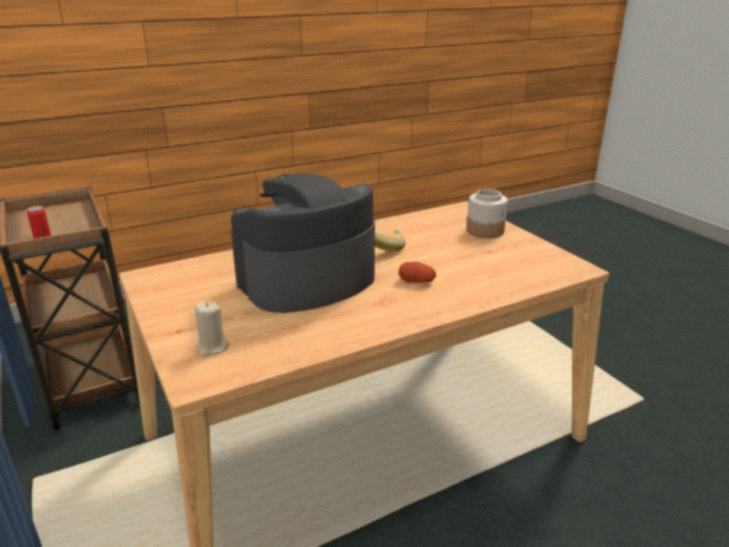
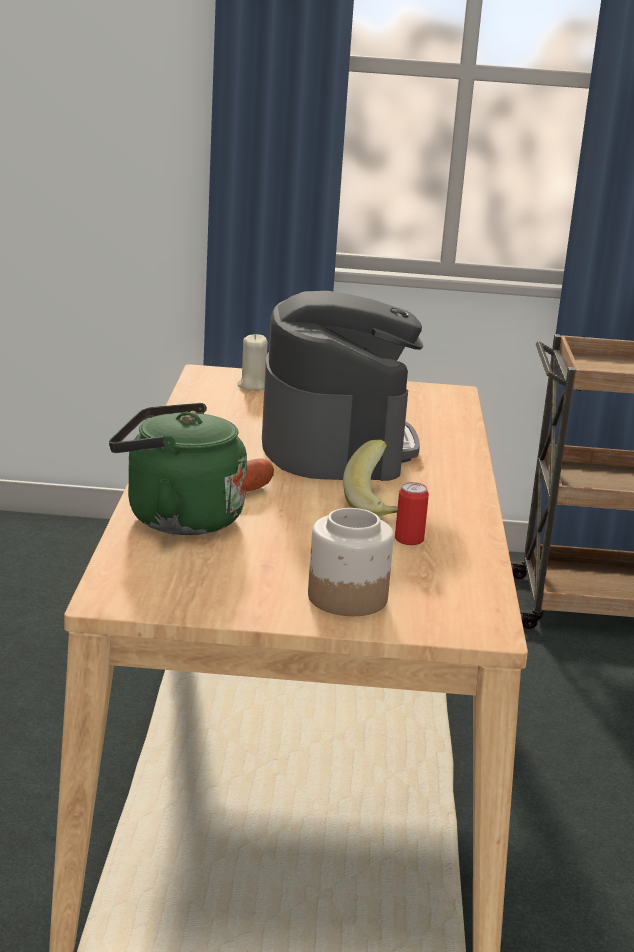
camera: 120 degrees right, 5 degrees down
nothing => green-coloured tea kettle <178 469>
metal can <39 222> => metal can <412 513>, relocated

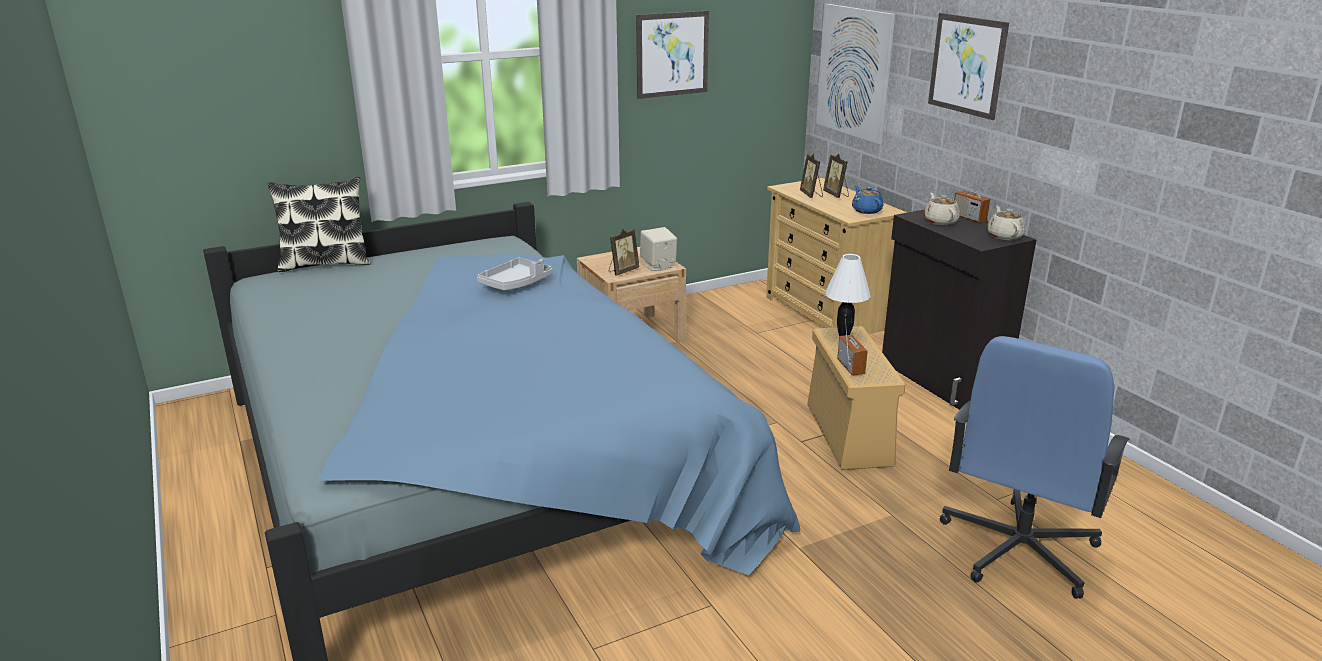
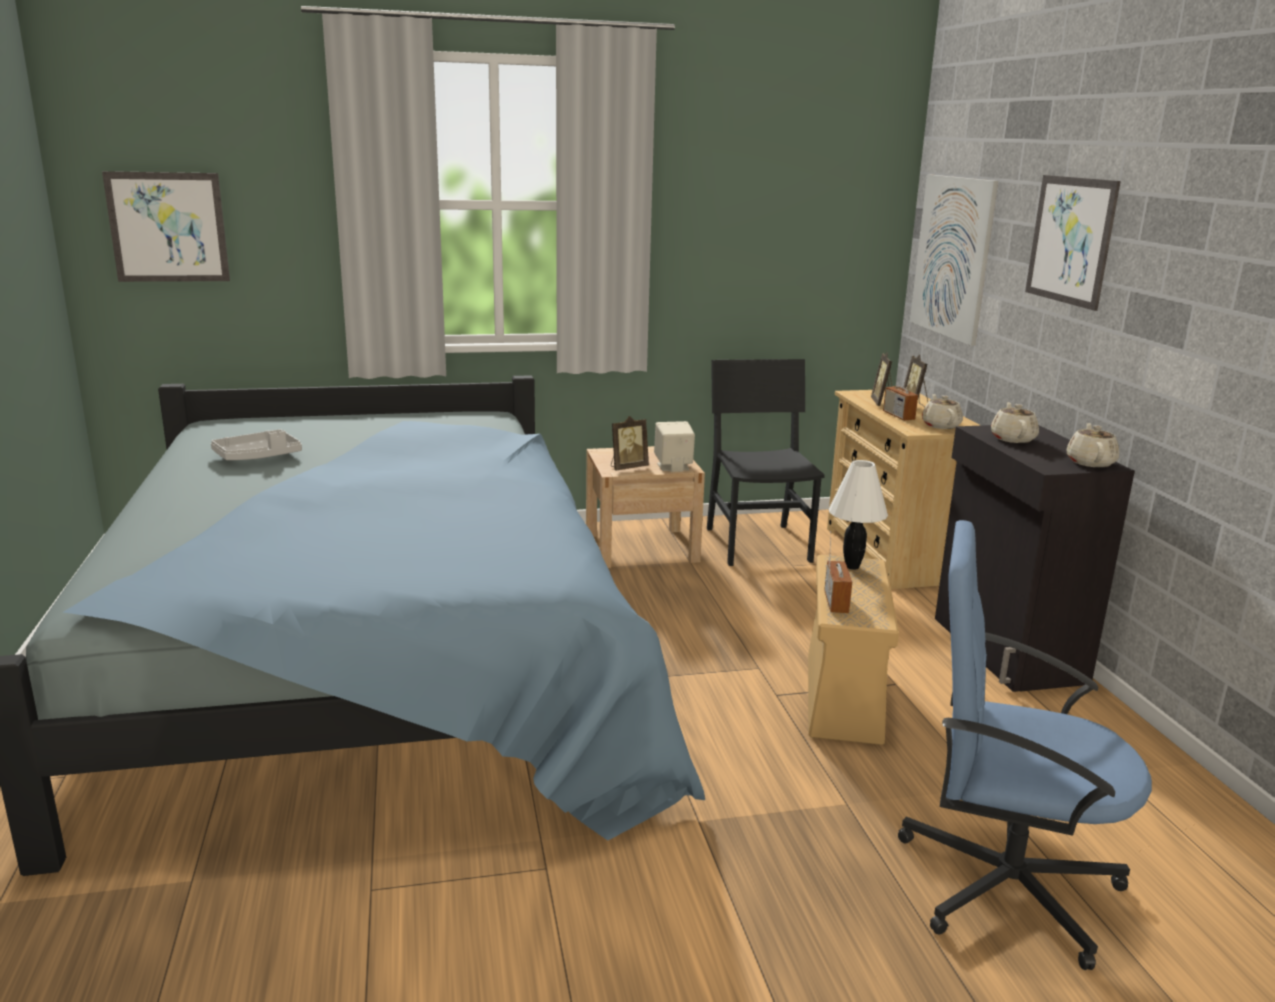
camera: 15 degrees right, 5 degrees down
throw pillow <319 224> => nothing
nothing => black chair <766 462>
grey carrying tray <514 274> => grey carrying tray <256 444>, relocated
wall art <672 55> => wall art <166 226>, relocated
radio <972 196> => radio <900 392>, relocated
bluish teapot <867 199> => beige-coloured teapot <942 411>
bluish office chair <1035 467> => bluish office chair <1025 745>, 60 degrees clockwise

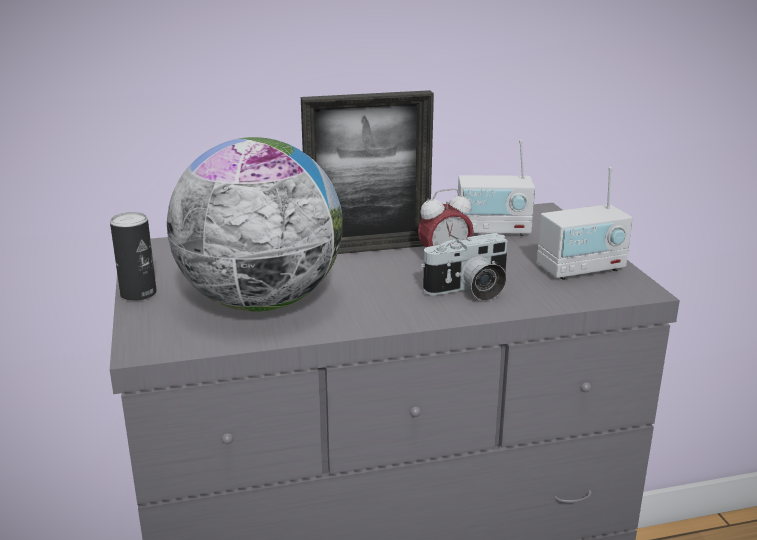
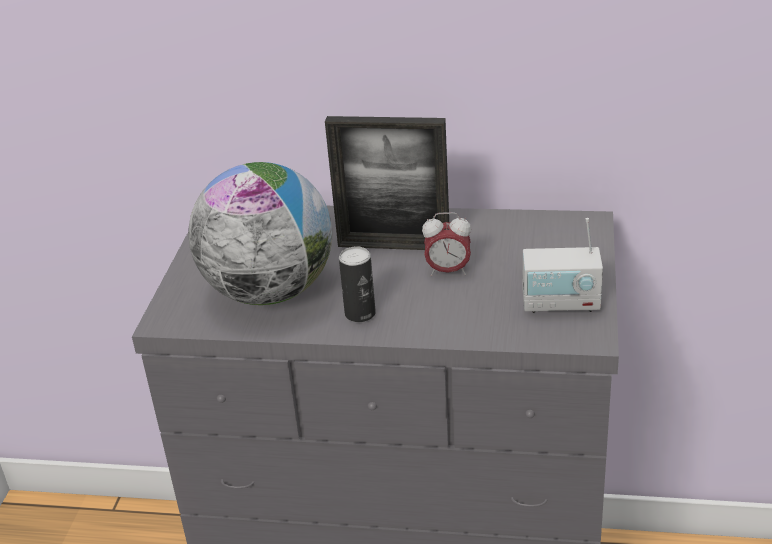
camera: 25 degrees right, 10 degrees up
photo camera <464 267> => nothing
radio <496 188> => nothing
metal can <133 256> => metal can <357 284>, relocated

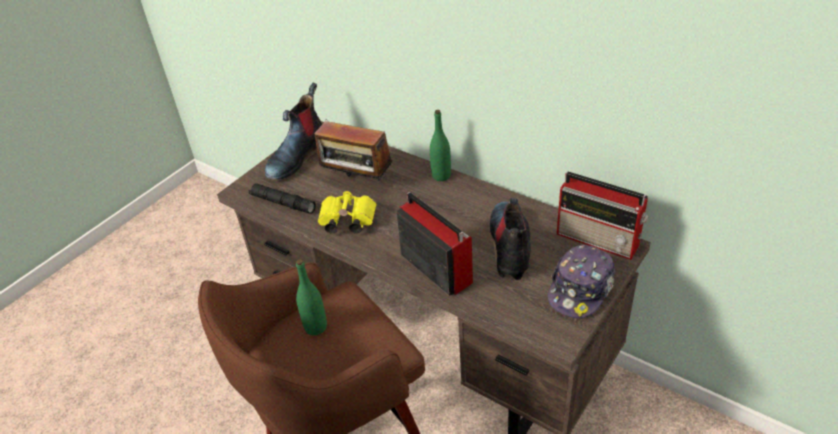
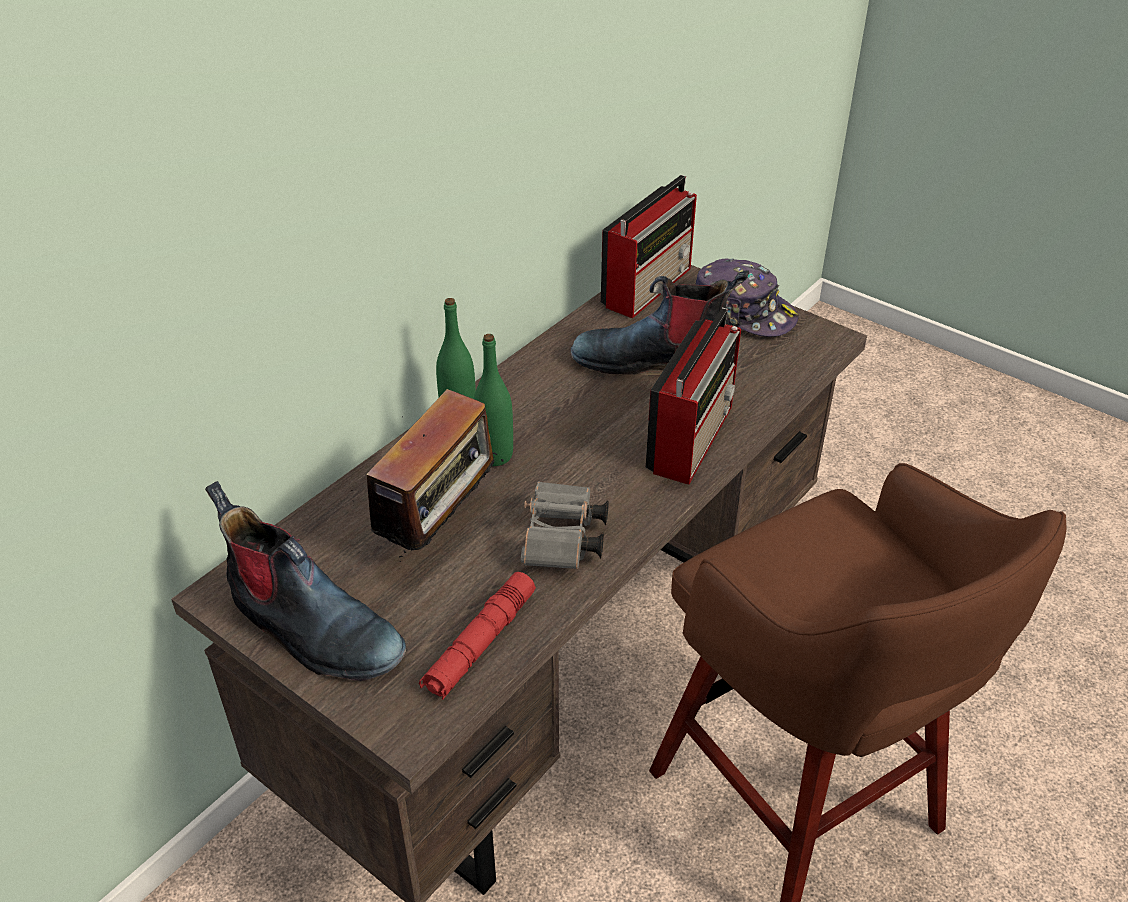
camera: 90 degrees left, 0 degrees up
green-coloured bottle <311 297> => green-coloured bottle <493 400>, relocated
black hand torch <282 198> => red-coloured hand torch <477 636>
yellow binoculars <347 212> => grey binoculars <565 525>
radio <434 244> => radio <693 396>, 150 degrees clockwise

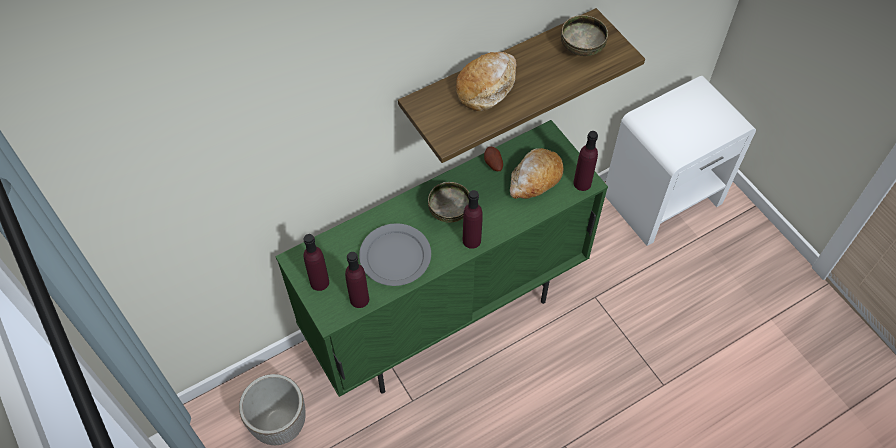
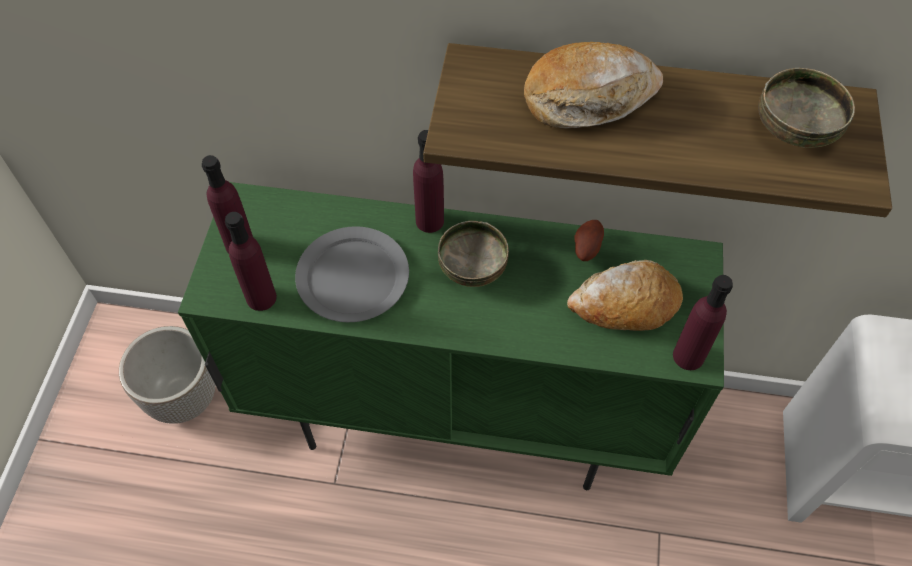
camera: 40 degrees right, 0 degrees up
purplish bottle <473 219> => purplish bottle <428 181>, relocated

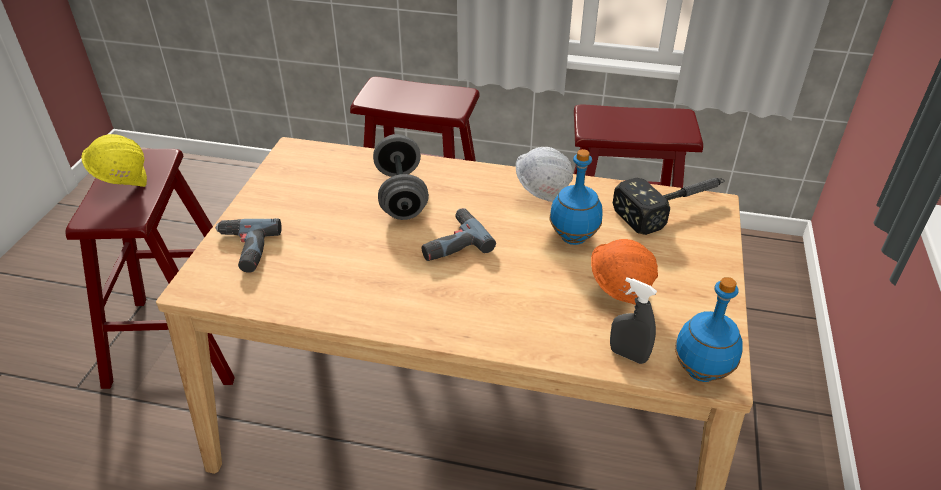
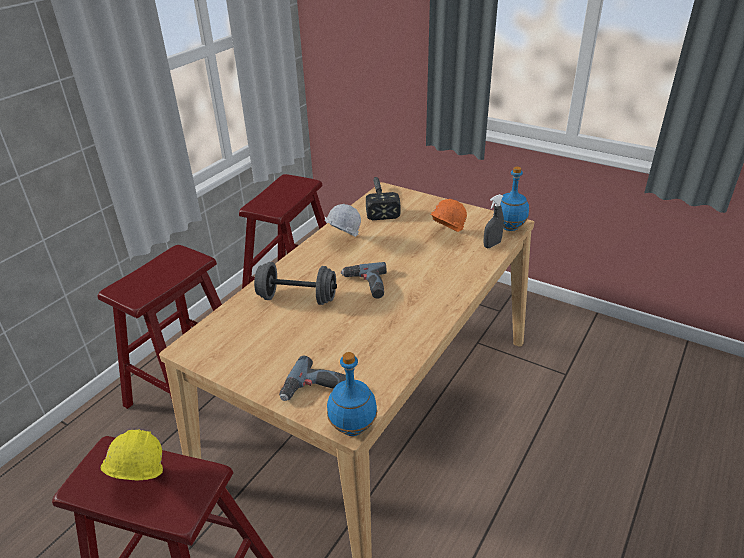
camera: 70 degrees left, 5 degrees down
bluish bottle <575 197> => bluish bottle <352 394>, relocated

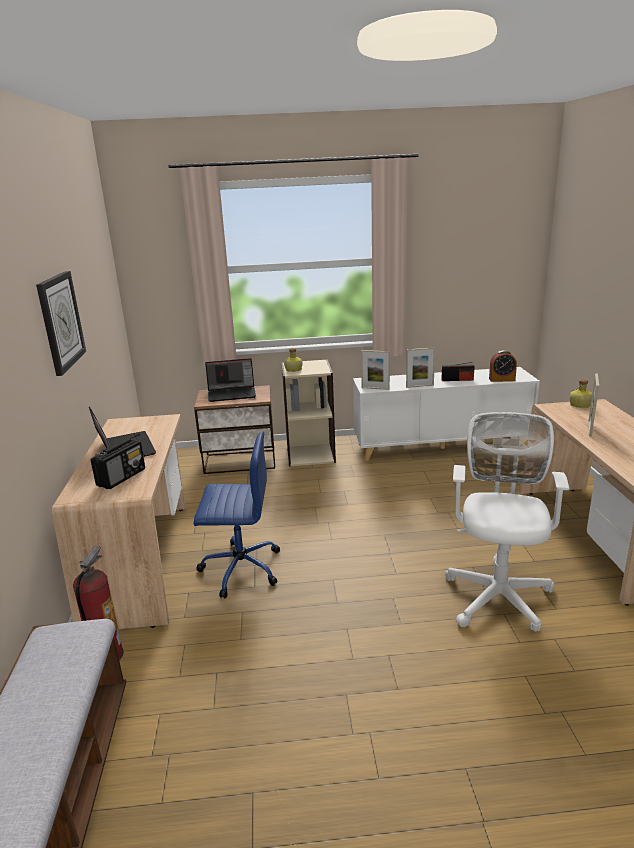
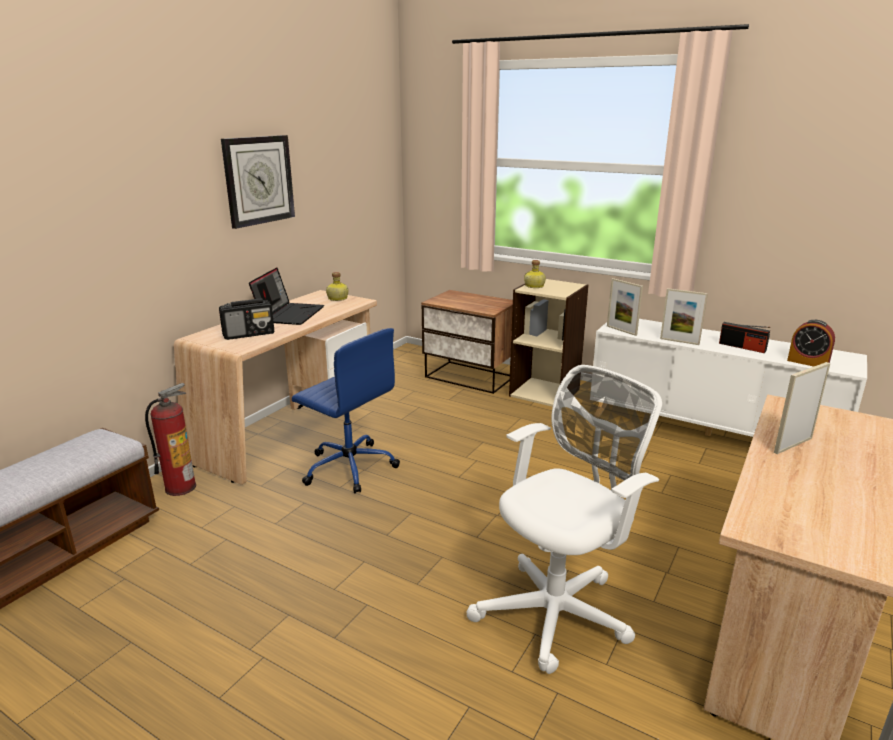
camera: 35 degrees right, 0 degrees up
portable computer <230 380> => nothing
bottle <580 393> => bottle <337 286>, relocated

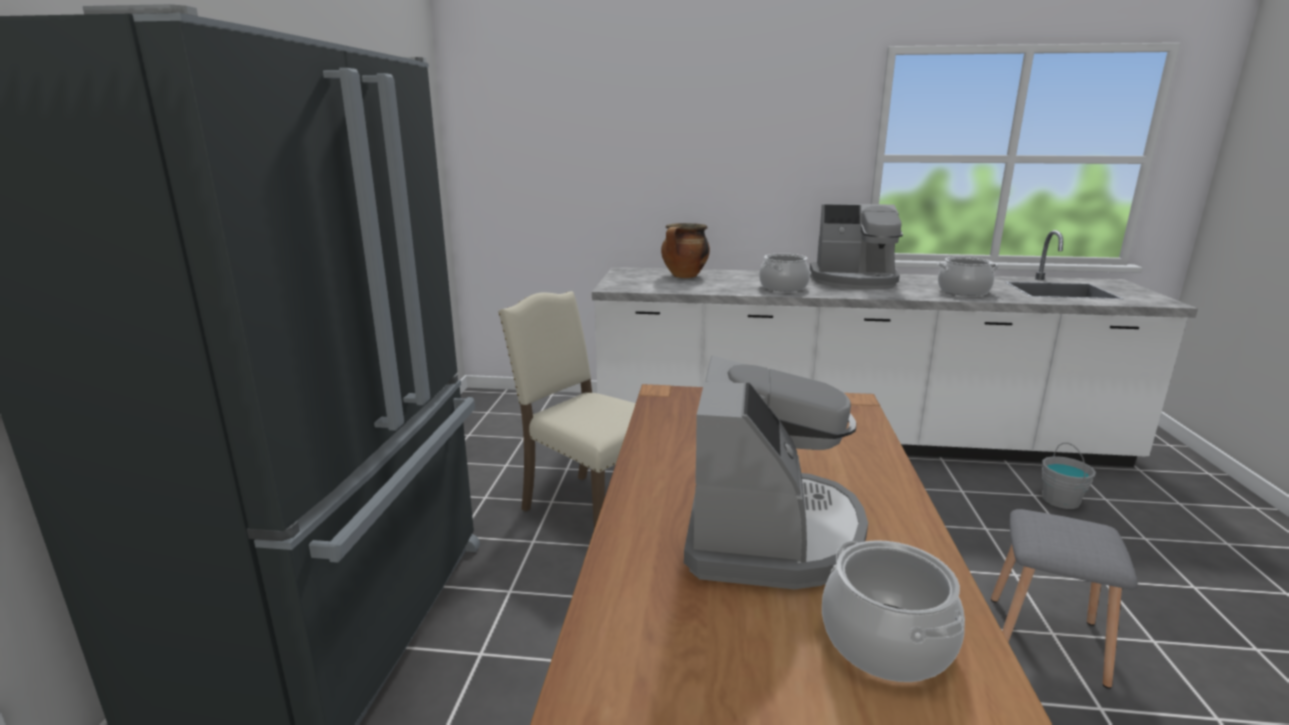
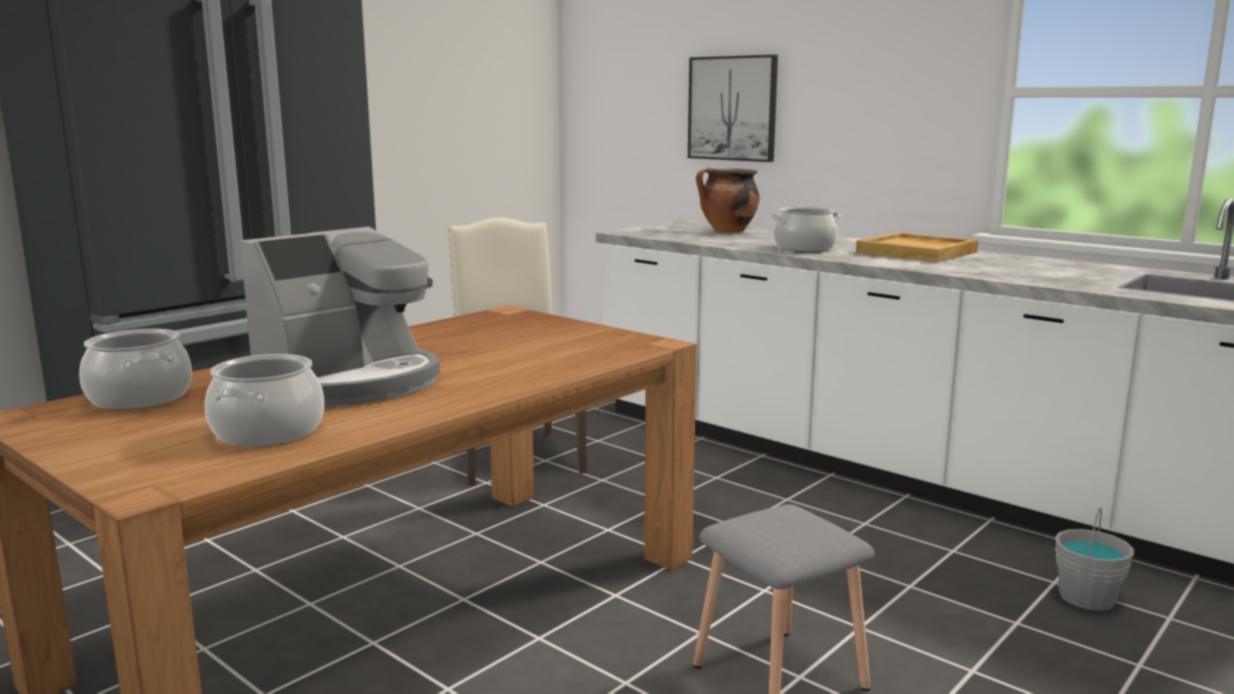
camera: 35 degrees right, 5 degrees down
nothing => wall art <733 108>
cooking pot <968 276> => cooking pot <135 369>, relocated
coffee maker <856 247> => beige-coloured carrying tray <917 247>

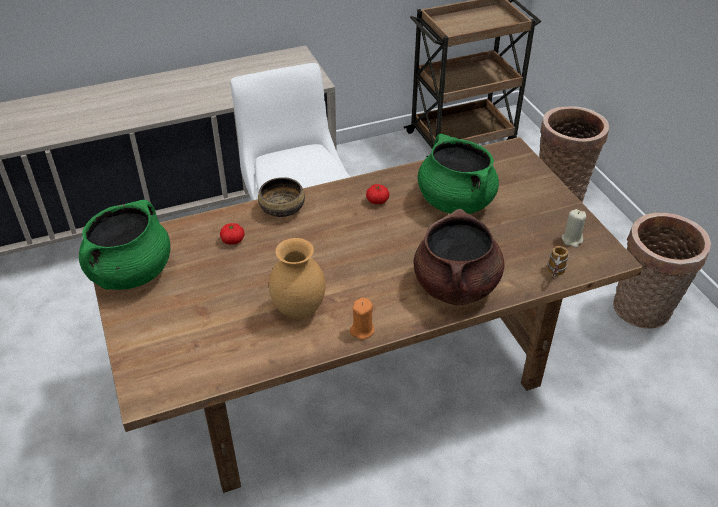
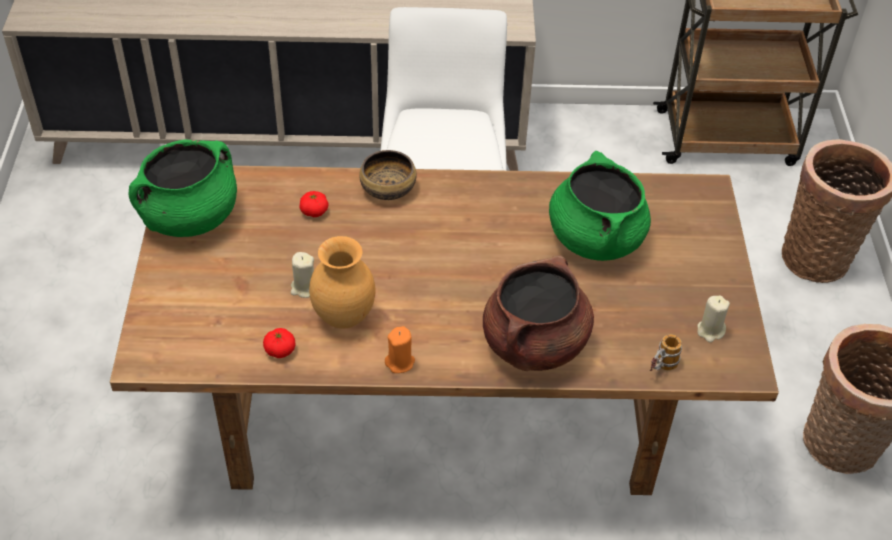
camera: 20 degrees right, 5 degrees up
nothing => beige-coloured candle <302 275>
tomato <377 194> => tomato <279 343>, relocated

